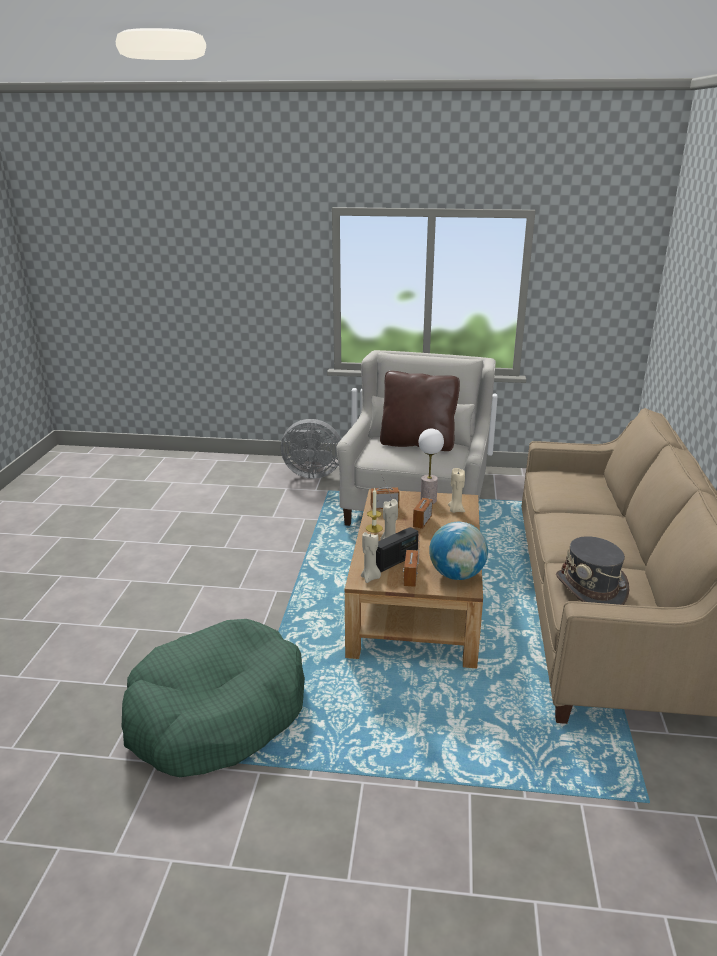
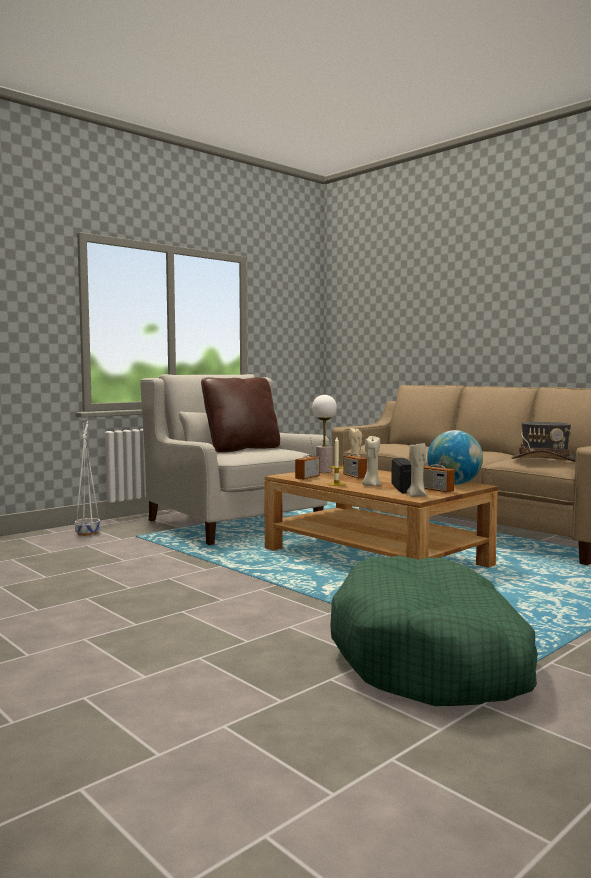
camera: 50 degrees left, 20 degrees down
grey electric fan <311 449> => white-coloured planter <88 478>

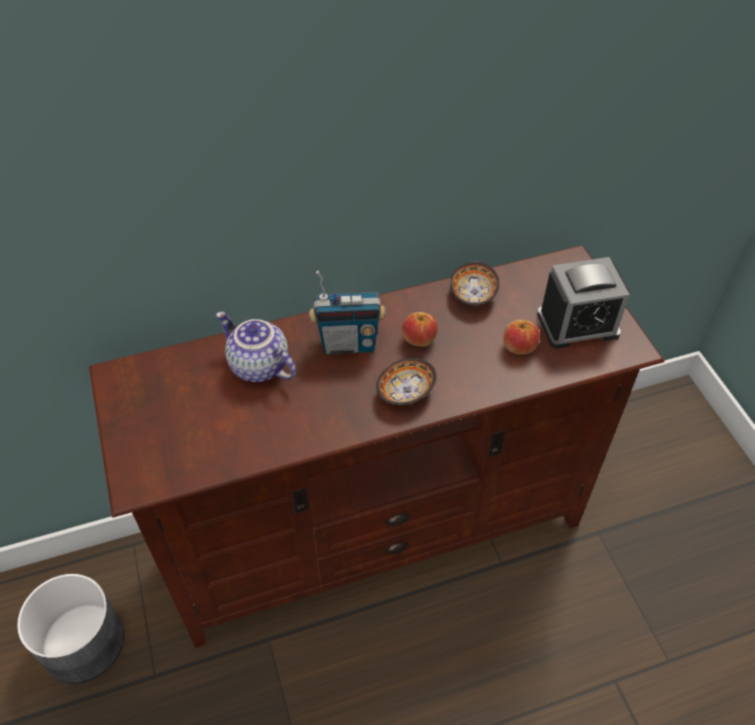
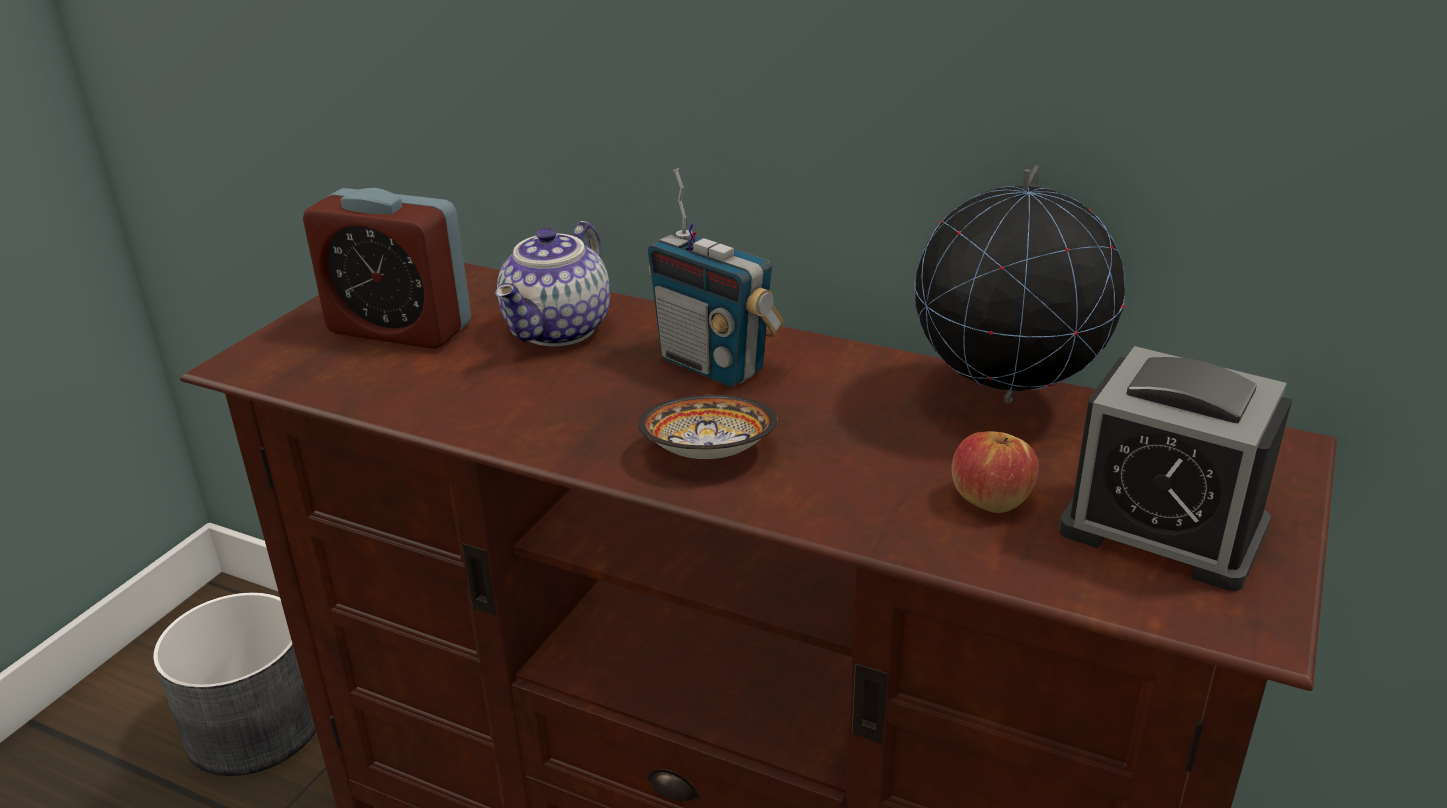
camera: 45 degrees right, 20 degrees down
apple fruit <420 329> => nothing
nothing => table clock <387 268>
serving bowl <475 283> => globe <1020 284>
teapot <256 346> => teapot <552 284>, 150 degrees counterclockwise

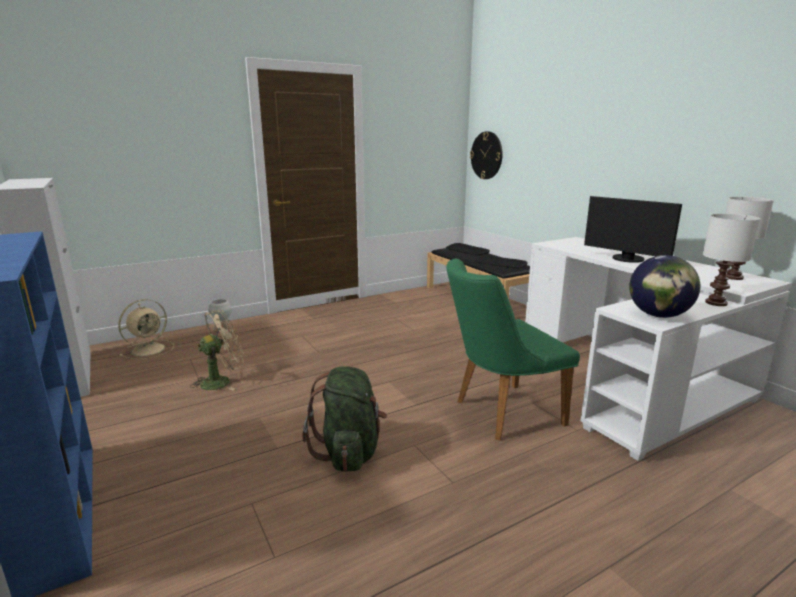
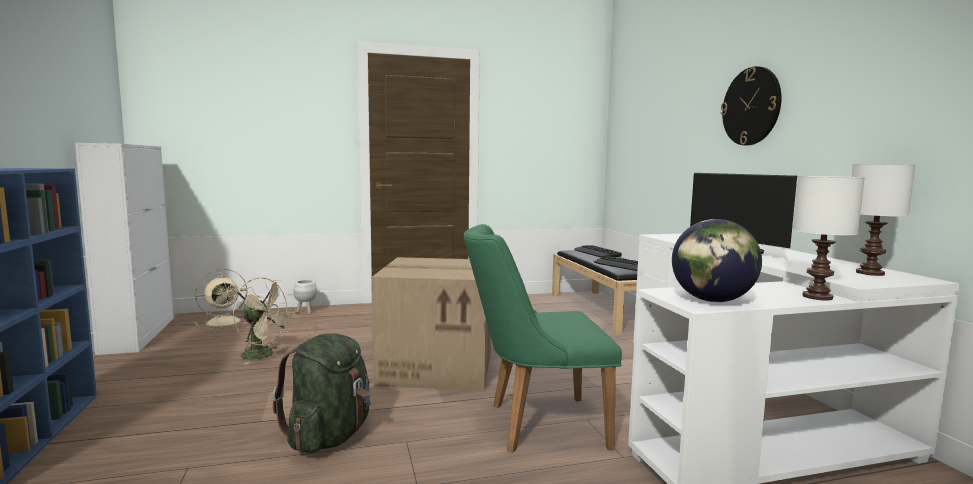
camera: 15 degrees right, 10 degrees down
nothing => cardboard box <431 324>
hanging clock <486 155> => hanging clock <751 105>, relocated
beige-coloured electric fan <217 350> => beige-coloured electric fan <264 321>, 45 degrees clockwise

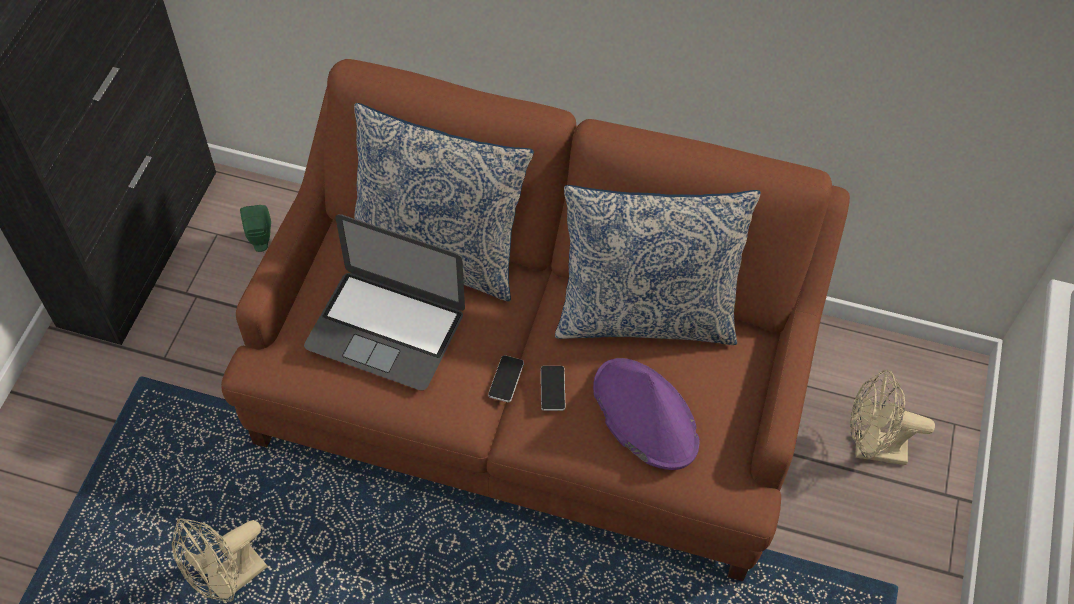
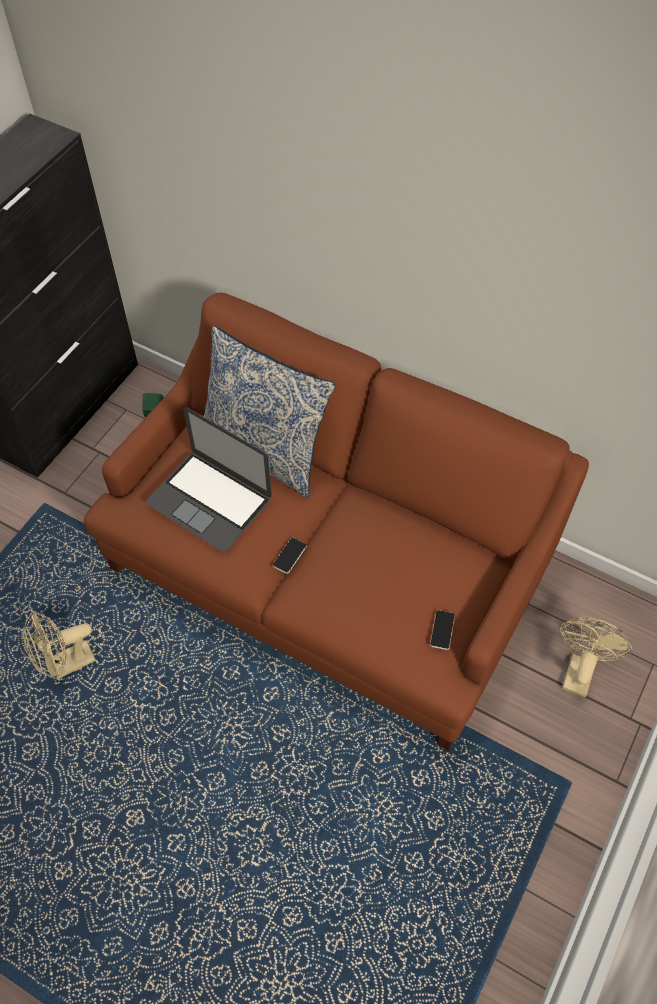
camera: 15 degrees right, 0 degrees up
throw pillow <658 265> => nothing
purplish clothing hat <646 414> => nothing
handset <553 388> => handset <442 630>, relocated
beige-coloured electric fan <892 417> => beige-coloured electric fan <595 657>, 90 degrees clockwise

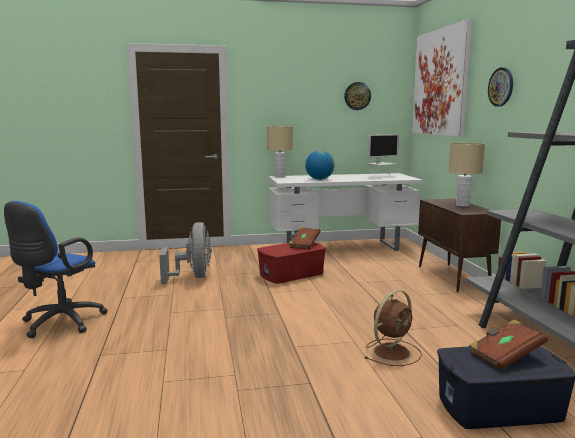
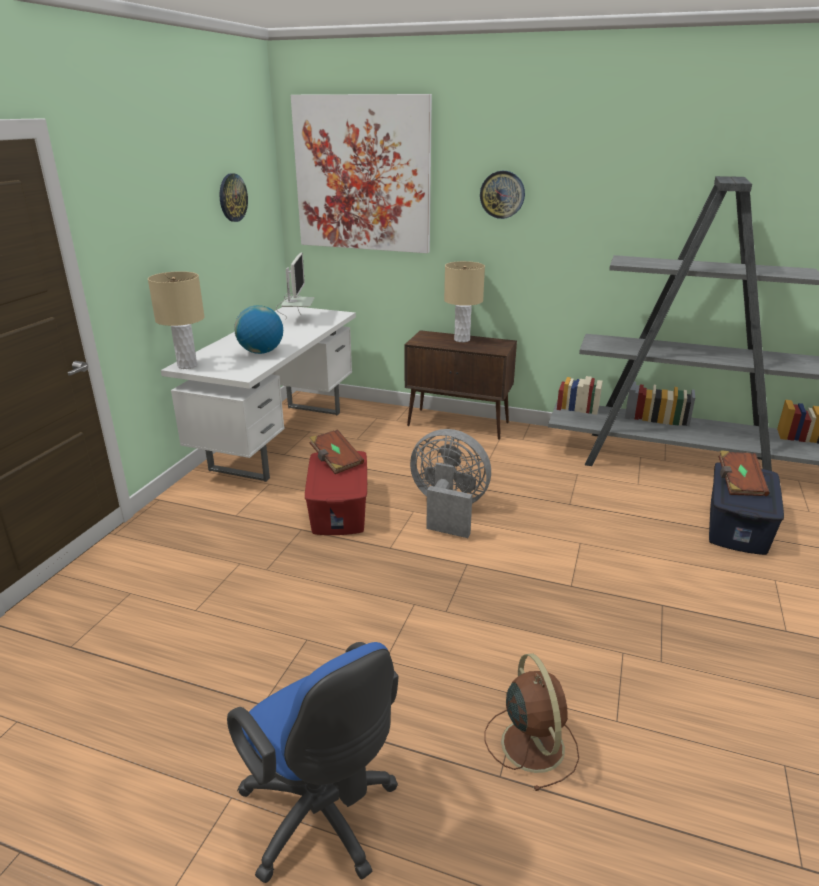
camera: 60 degrees left, 15 degrees up
grey electric fan <185 253> => grey electric fan <450 483>, relocated
brownish electric fan <393 328> => brownish electric fan <532 722>, relocated

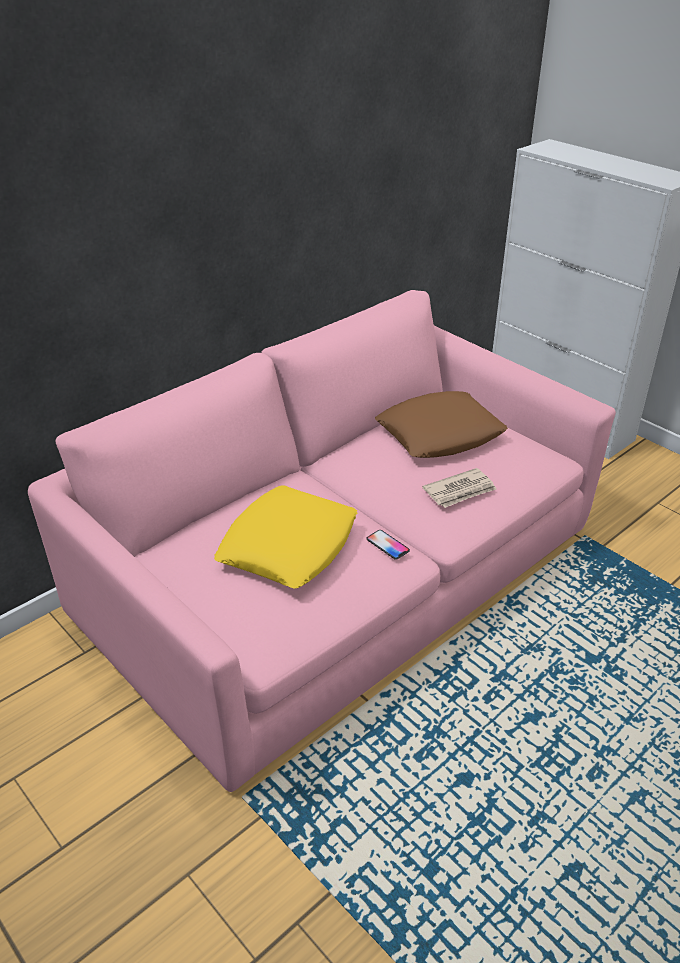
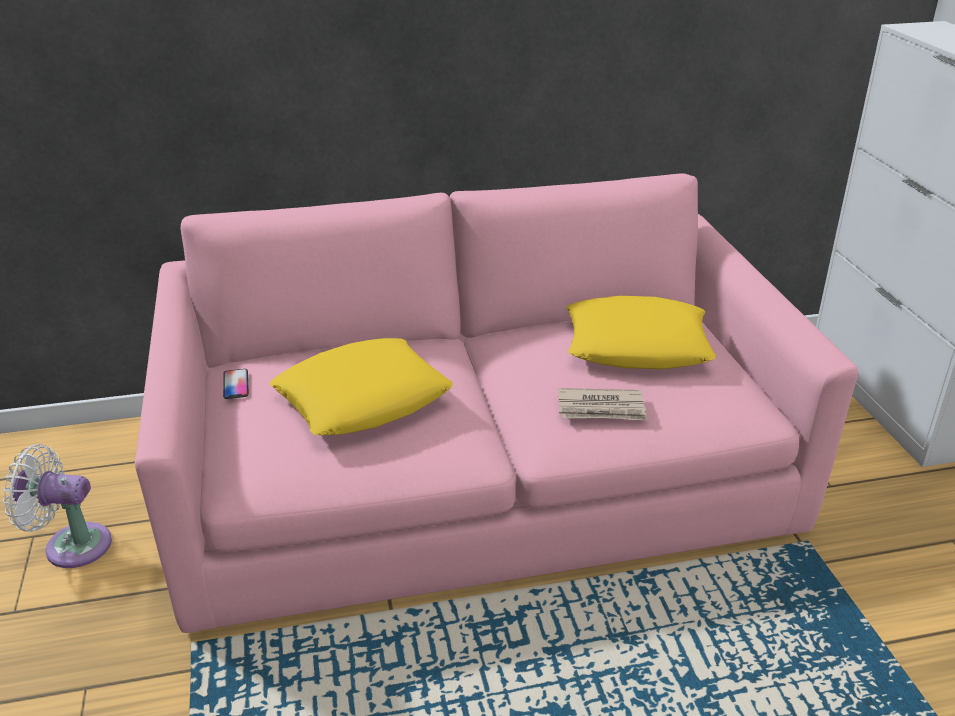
camera: 30 degrees right, 5 degrees down
nothing => white-coloured electric fan <57 506>
handset <388 545> => handset <236 384>, relocated
brownish throw pillow <441 424> => yellow throw pillow <642 332>

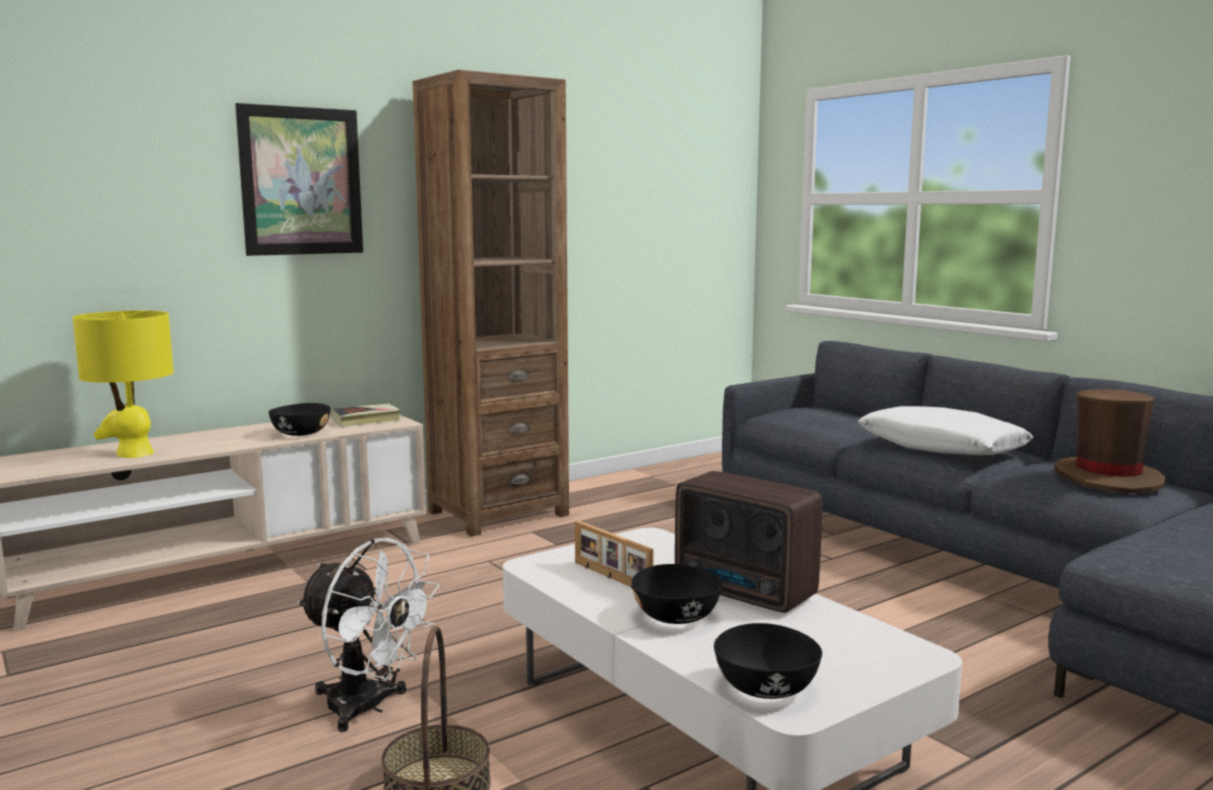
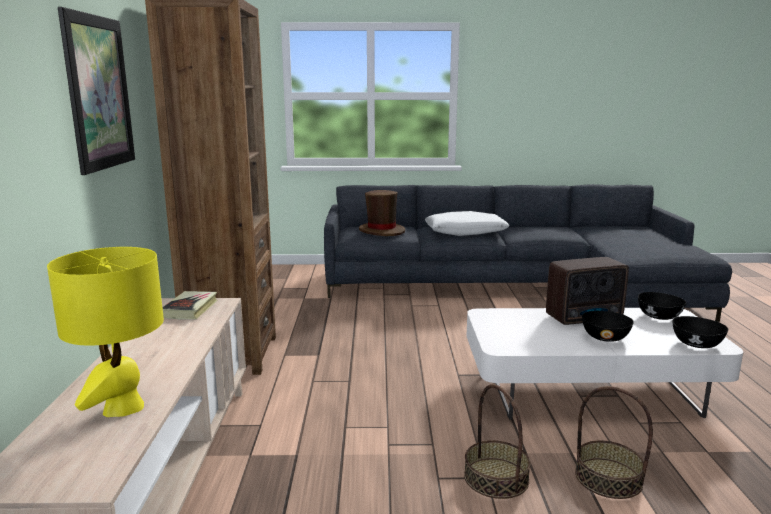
camera: 55 degrees left, 5 degrees up
photo frame <614 554> => nothing
black serving bowl <299 419> => black serving bowl <662 306>, relocated
brownish clothing hat <1109 441> => brownish clothing hat <382 213>, relocated
white-coloured electric fan <368 635> => basket <497 441>

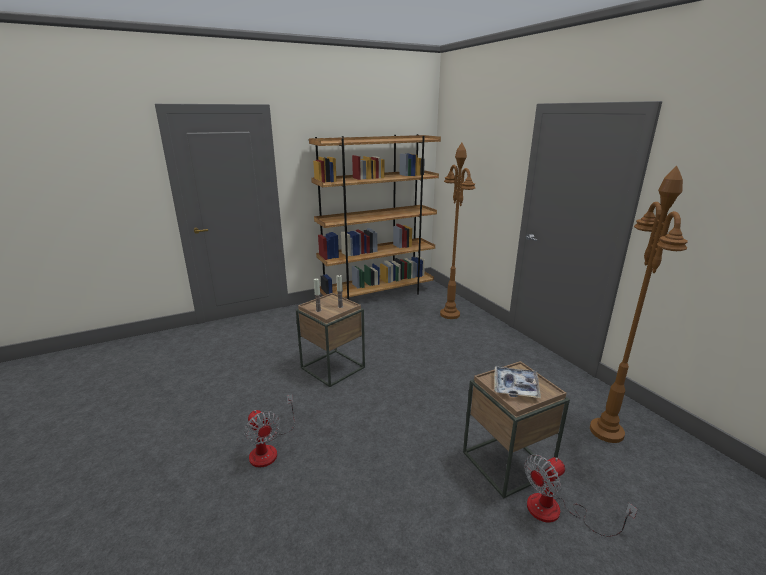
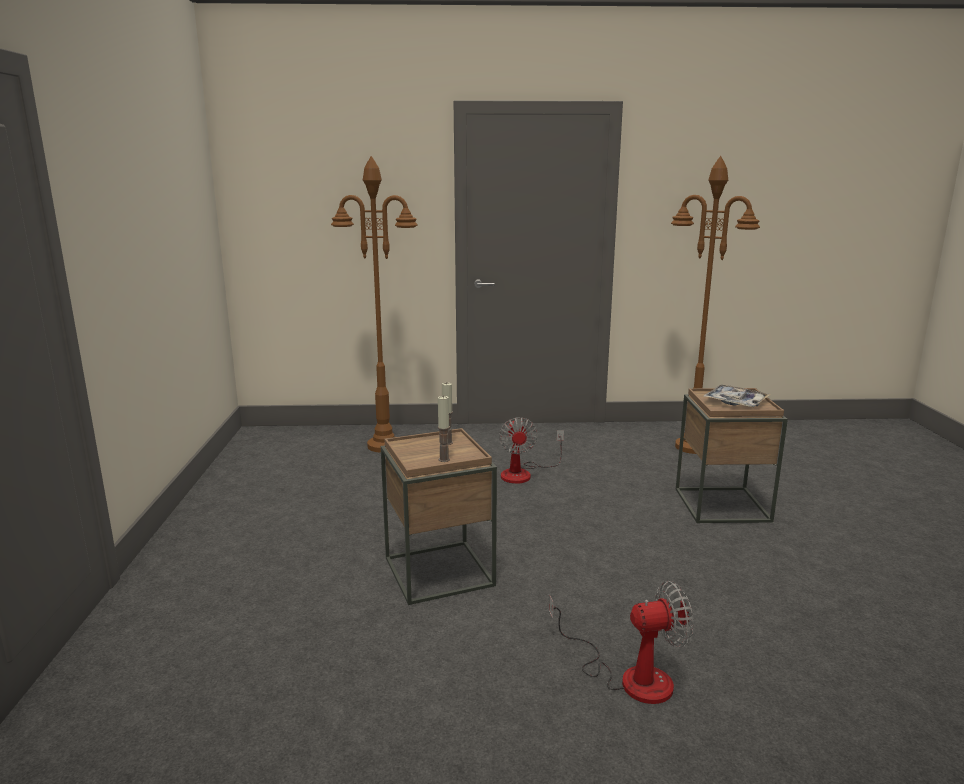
camera: 65 degrees left, 5 degrees down
brownish bookshelf <375 217> => nothing
electric fan <581 495> => electric fan <531 450>, relocated

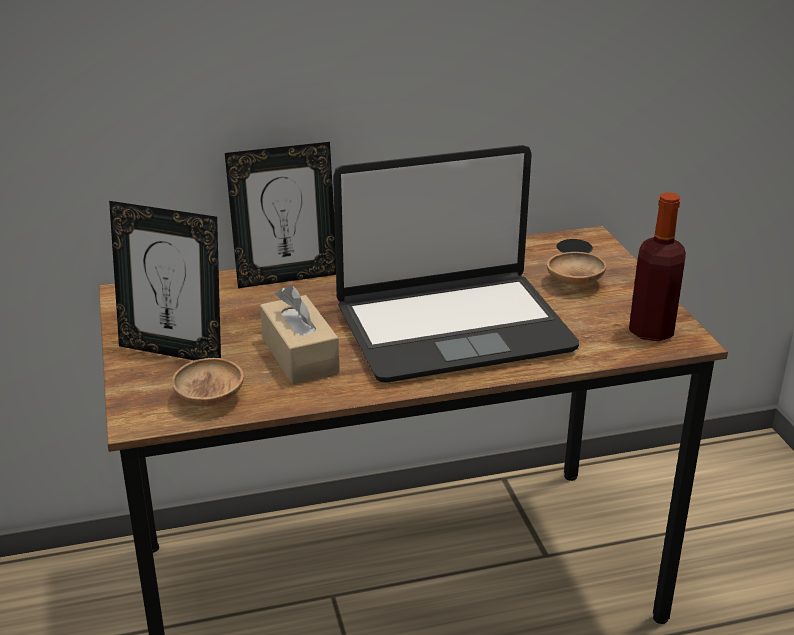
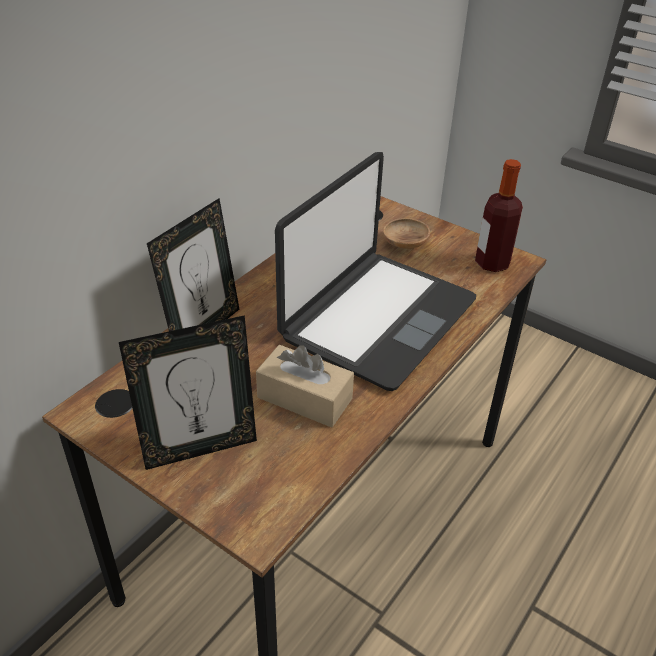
camera: 40 degrees left, 10 degrees up
brownish serving bowl <208 382> => nothing

